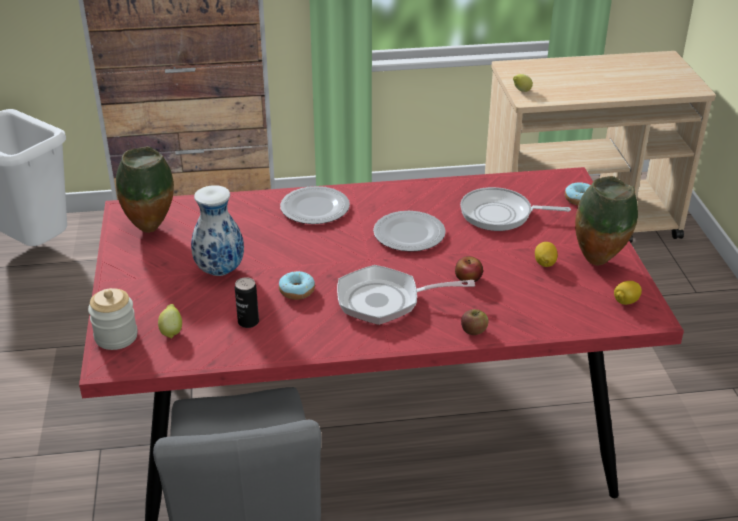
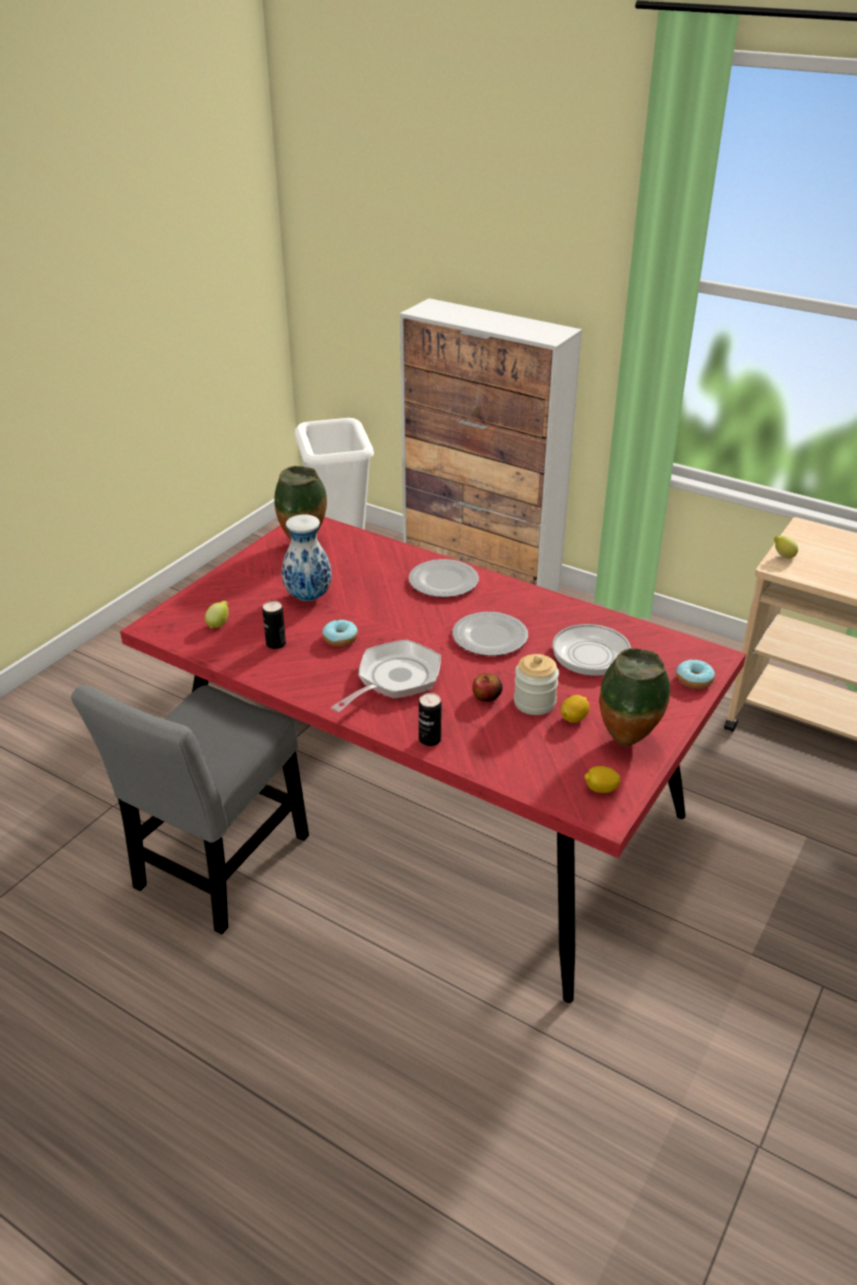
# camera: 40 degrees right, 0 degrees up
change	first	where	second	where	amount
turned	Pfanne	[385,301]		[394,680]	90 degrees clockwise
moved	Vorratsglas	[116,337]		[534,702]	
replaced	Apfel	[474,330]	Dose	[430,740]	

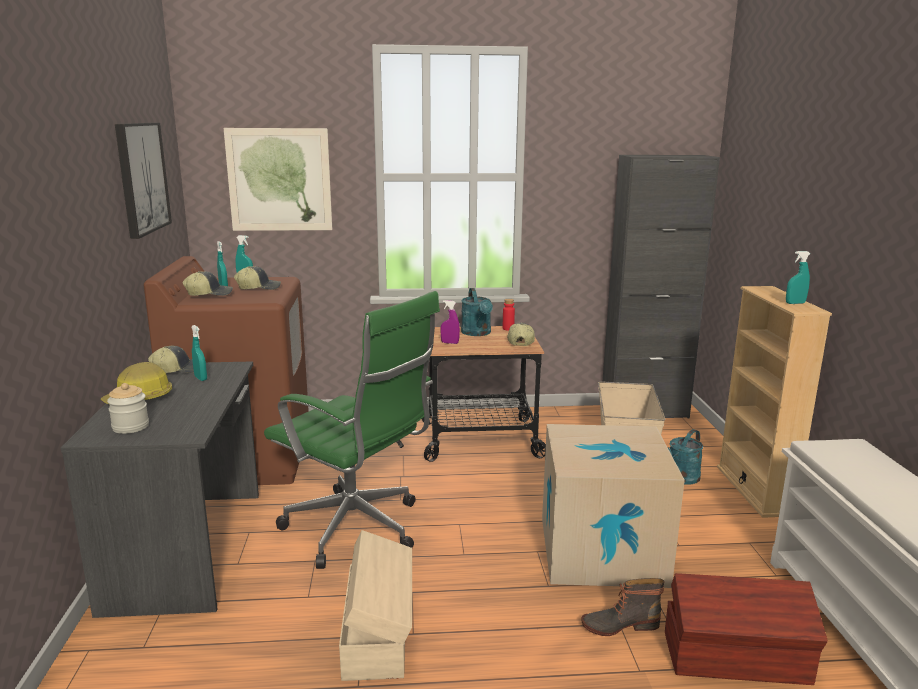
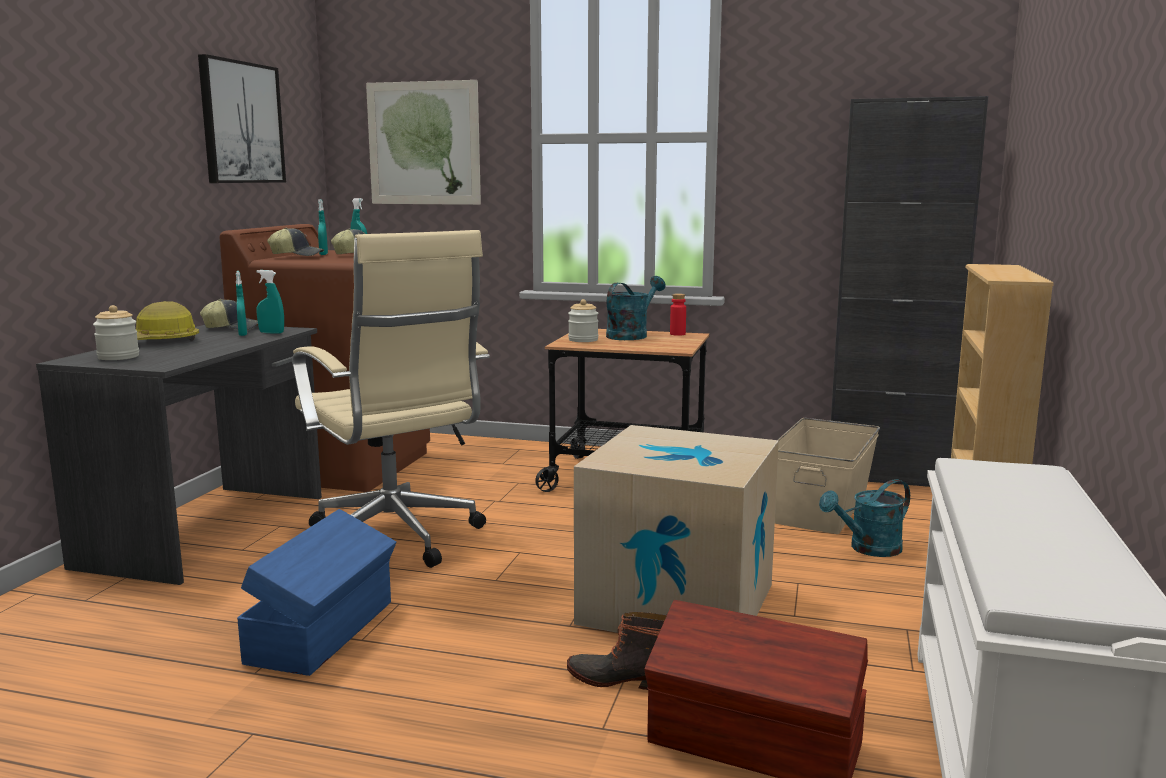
# camera: 20 degrees right, 5 degrees down
change	first	where	second	where	amount
moved	Sprühflasche/türkis	[795,303]		[271,333]	
turned	Gießkanne/türkis	[477,333]		[631,335]	150 degrees counterclockwise
recoloured	Bürostuhl/grün	[358,530]	Bürostuhl/beige	[396,541]	
replaced	Sprühflasche/lila	[450,343]	Vorratsglas	[583,340]	
removed	Kappe	[520,342]			
recoloured	Aufbewahrungsbox/beige	[378,632]	Aufbewahrungsbox/blau	[324,631]	

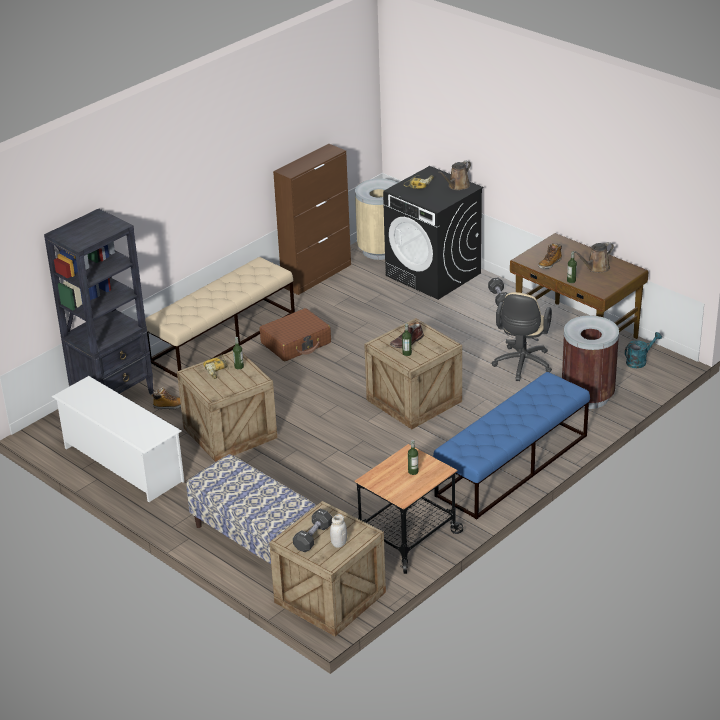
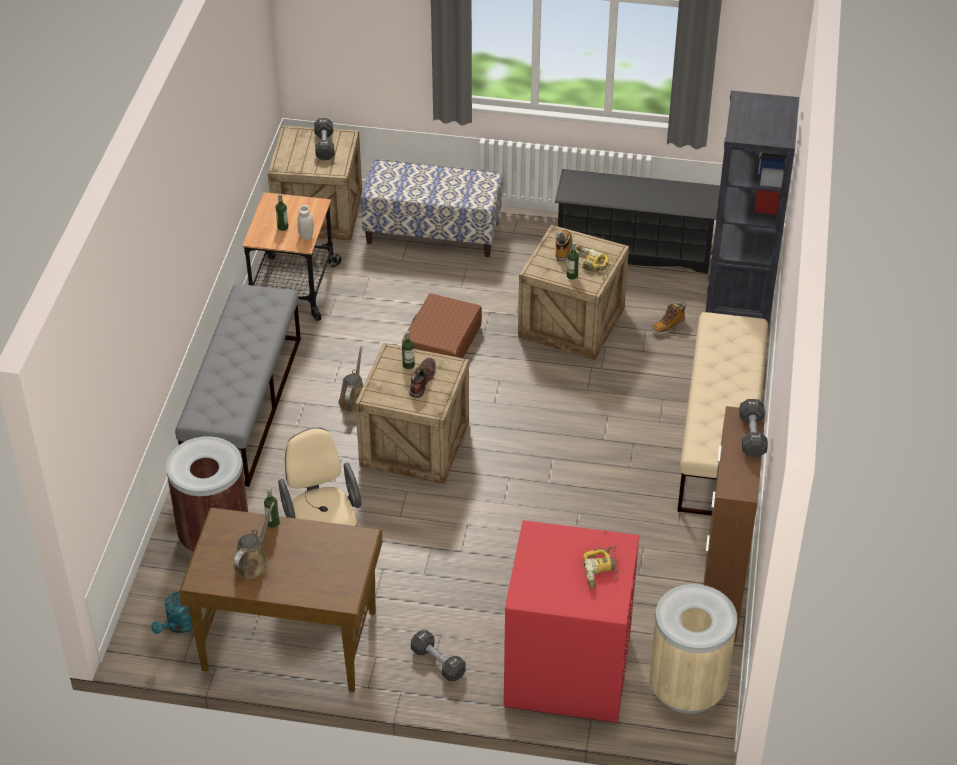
# camera: 145 degrees right, 10 degrees up
change	first	where	second	where	amount
moved	Gießkanne/braun	[457,186]		[354,399]	
recoloured	Waschmaschine/schwarz	[433,274]	Waschmaschine/rot	[566,671]	
moved	Stiefel	[550,264]		[563,249]	
moved	Koffer/braun	[296,343]		[442,342]	
recoloured	Bank/blau	[512,465]	Bank/grau	[244,405]	
recoloured	Schuhregal/weiß	[122,464]	Schuhregal/schwarz	[634,249]	
moved	Vorratsglas/weiß	[339,543]		[306,235]	
added			Hantel/schwarz	[752,436]	

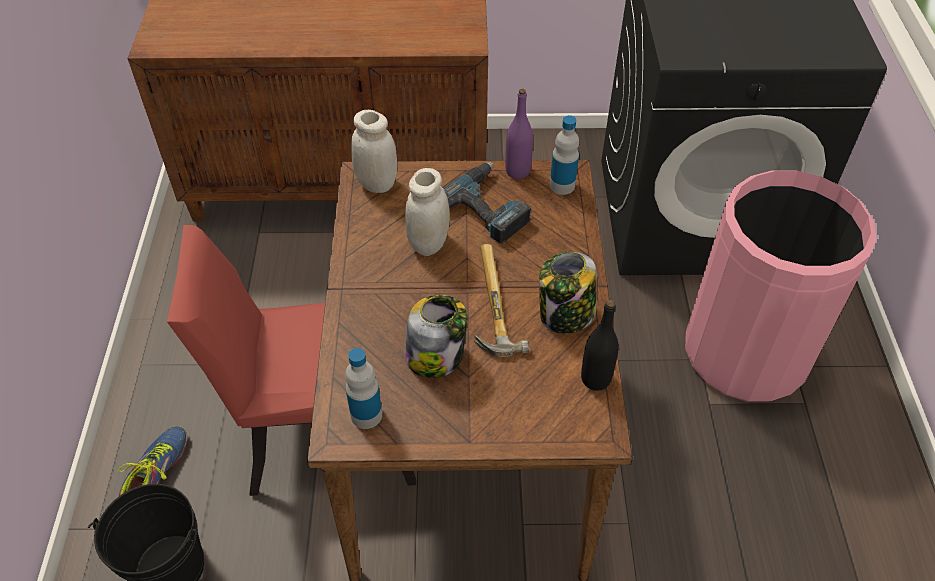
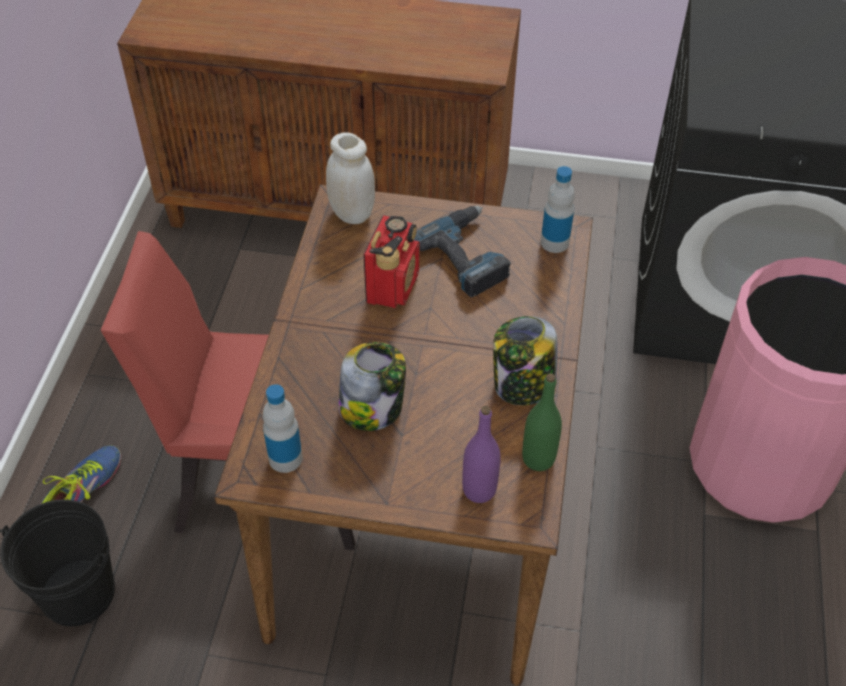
# camera: 10 degrees right, 0 degrees up
change	first	where	second	where	amount
moved	Flasche/lila	[517,171]		[479,490]	
replaced	Vorratsglas/weiß	[428,243]	Radio	[393,286]	
removed	Hammer	[488,305]			
recoloured	Flasche/schwarz	[595,379]	Flasche/grün	[538,458]	

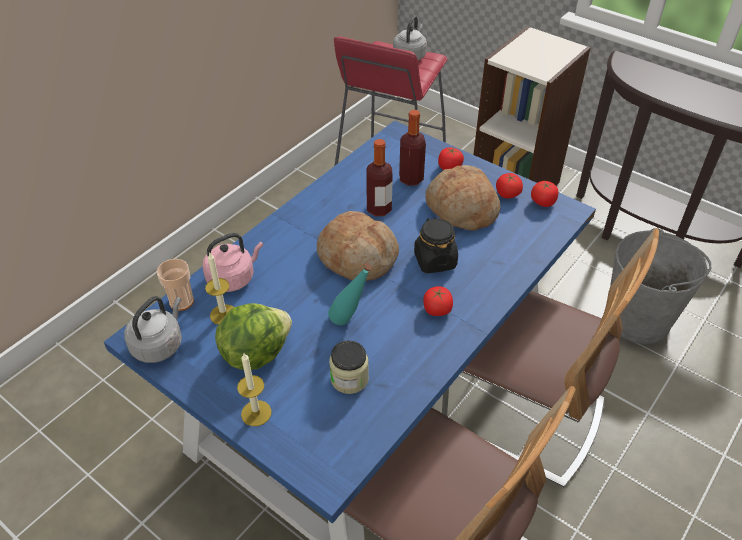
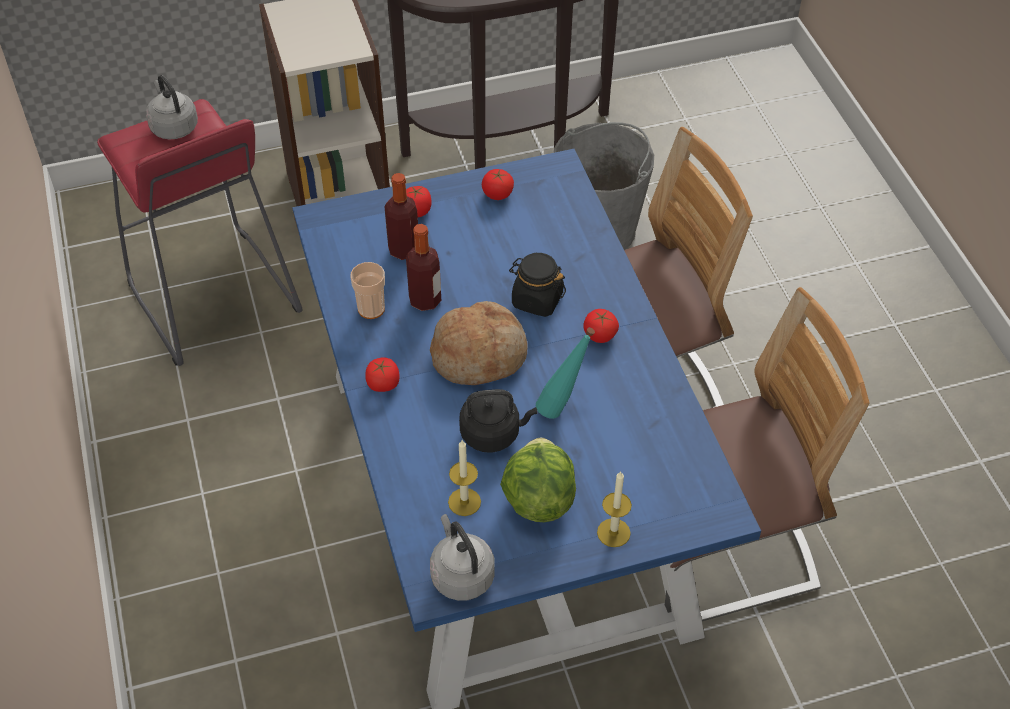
# camera: 55 degrees left, 5 degrees up
change	first	where	second	where	amount
removed	Brot	[461,209]			
moved	Tomate	[543,202]		[383,384]	
removed	Wasserkessel/rosa	[233,278]			
moved	Tasse	[181,301]		[371,309]	
removed	Vorratsglas	[349,379]			
added			Wasserkessel/schwarz	[493,433]	

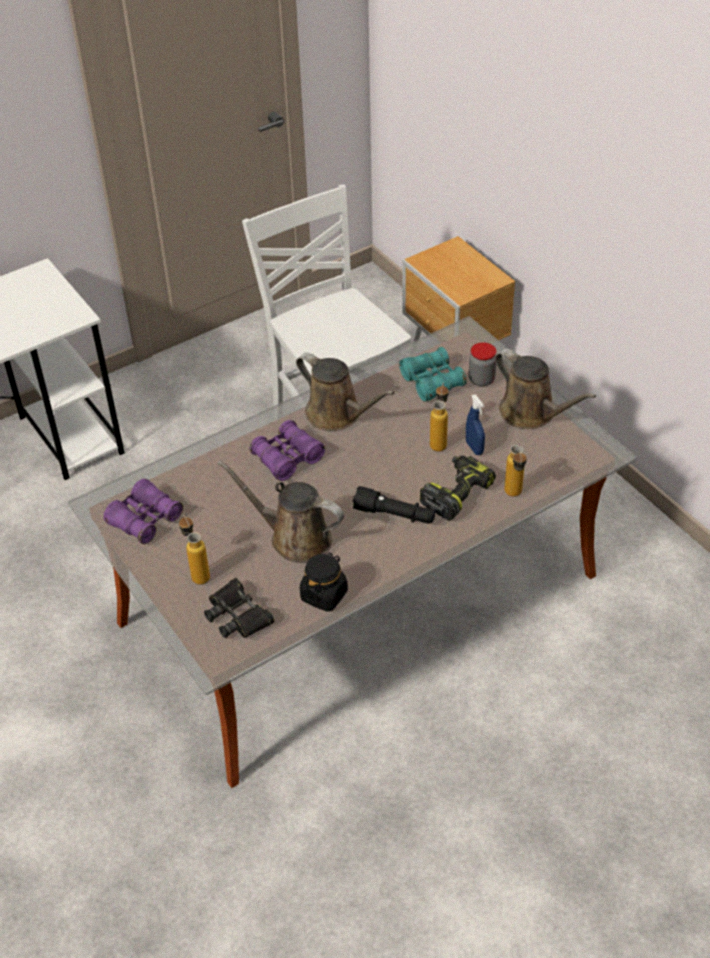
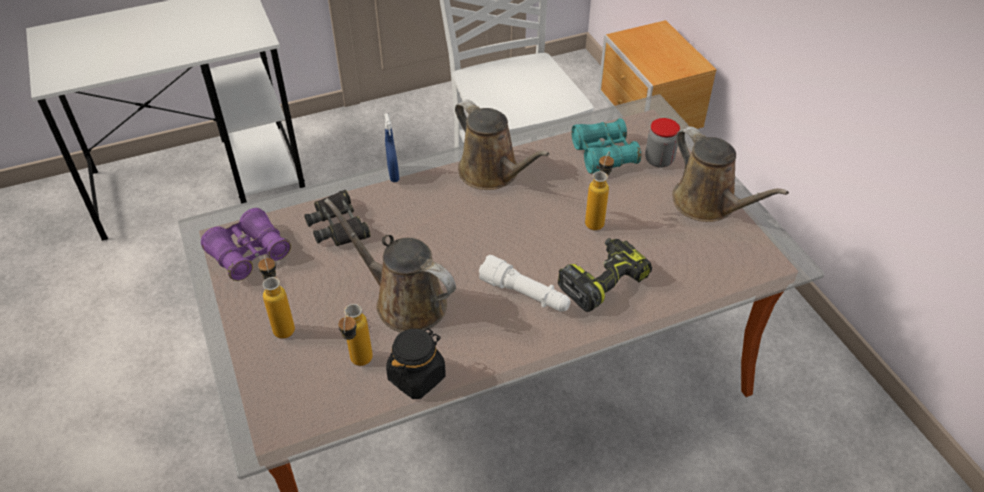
# camera: 10 degrees right, 0 degrees up
change	first	where	second	where	amount
moved	Sprühflasche/blau	[474,448]		[393,174]	
removed	Fernglas/lila	[287,458]			
moved	Flasche	[514,496]		[359,365]	
recoloured	Taschenlampe/schwarz	[394,515]	Taschenlampe/weiß	[525,294]	
moved	Fernglas/schwarz	[238,615]		[338,225]	

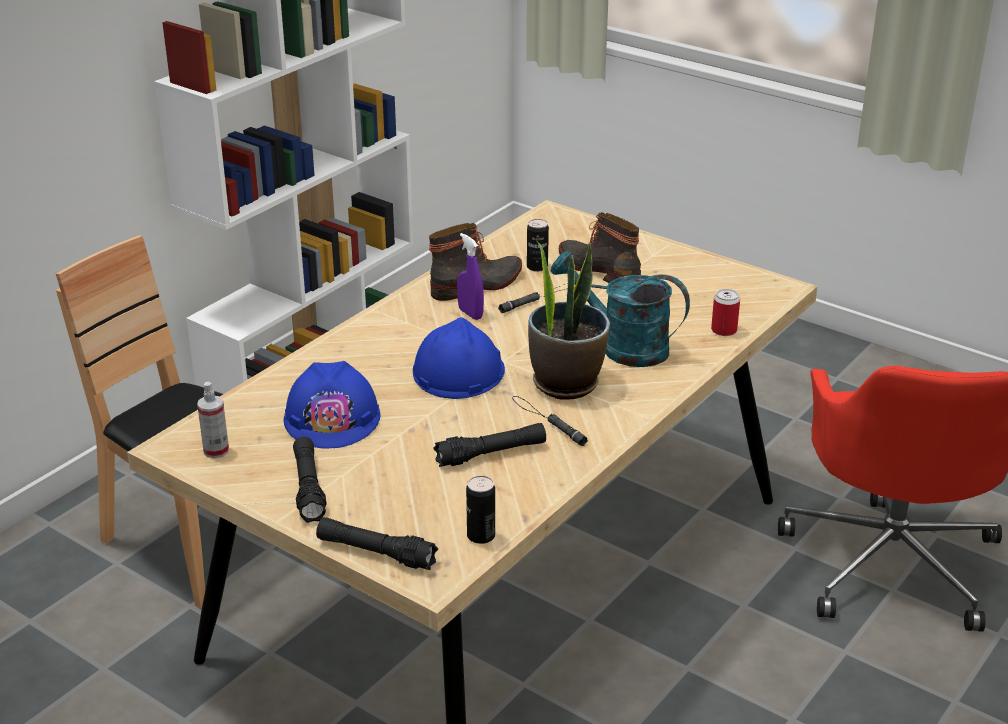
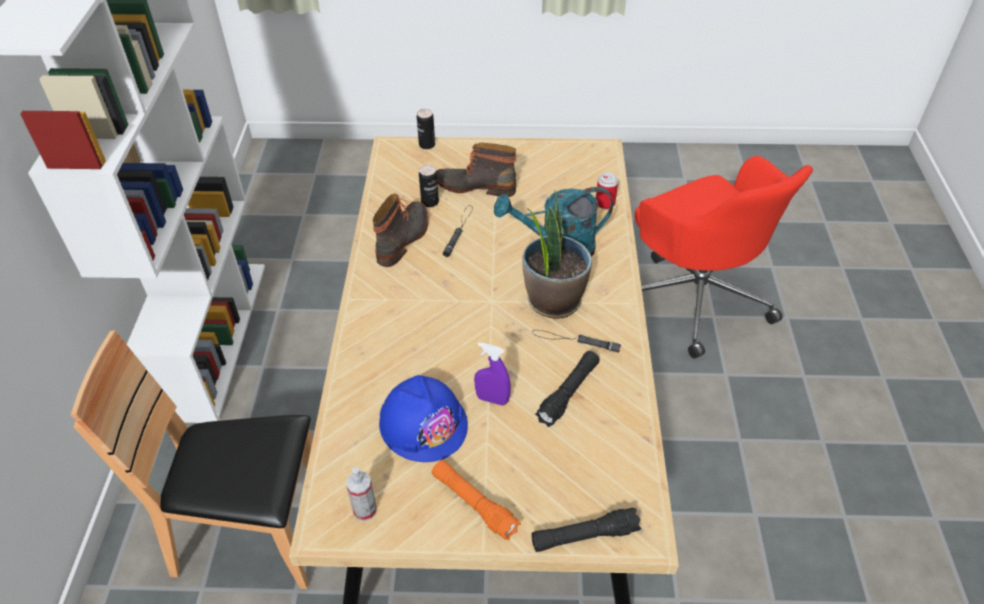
# camera: 35 degrees left, 15 degrees up
change	first	where	second	where	amount
moved	Sprühflasche/lila	[470,313]		[492,399]	
removed	Schutzhelm/blau	[458,372]			
recoloured	Taschenlampe/schwarz	[308,488]	Taschenlampe/orange	[474,504]	
moved	Dose	[481,536]		[427,145]	

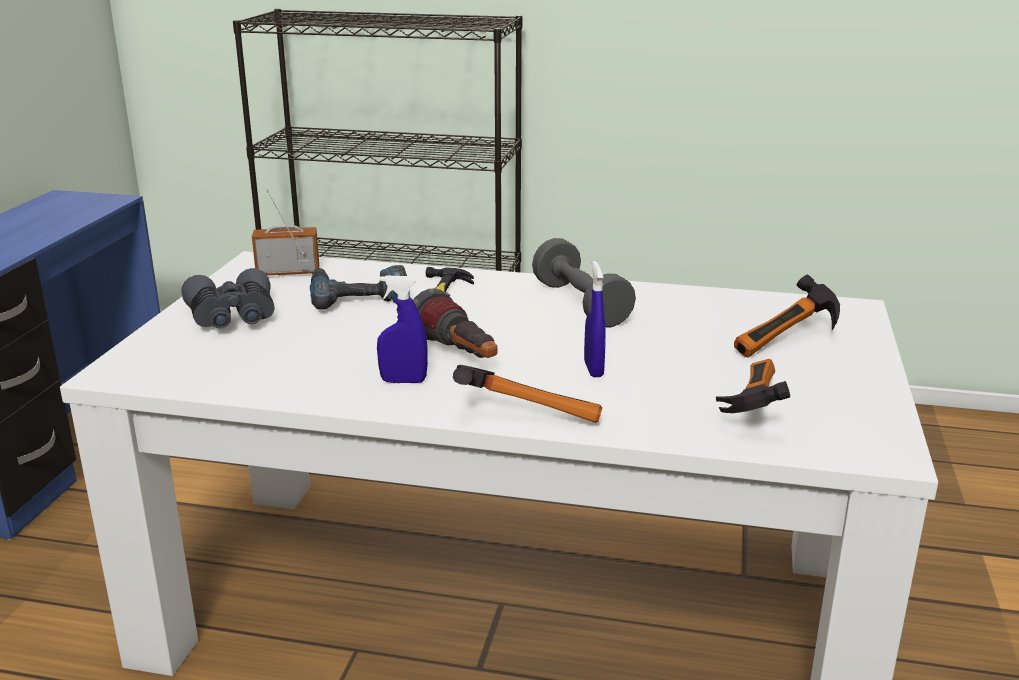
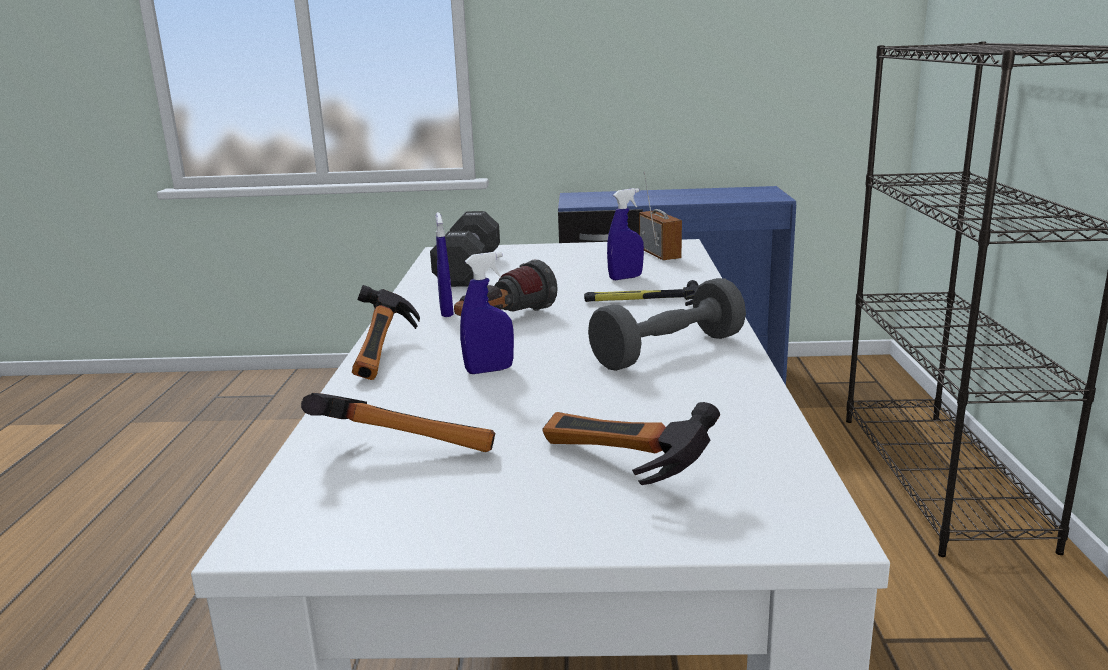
# camera: 80 degrees right, 5 degrees down
change	first	where	second	where	amount
replaced	Bohrmaschine	[358,295]	Sprühflasche/blau	[625,278]	
removed	Fernglas/grau	[232,317]			
added			Hantel/schwarz	[469,270]	

